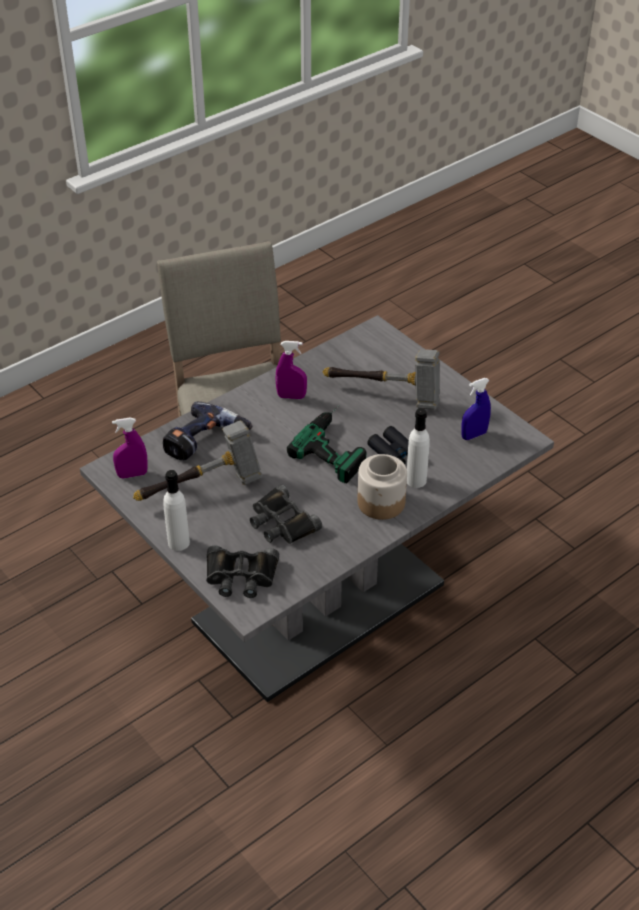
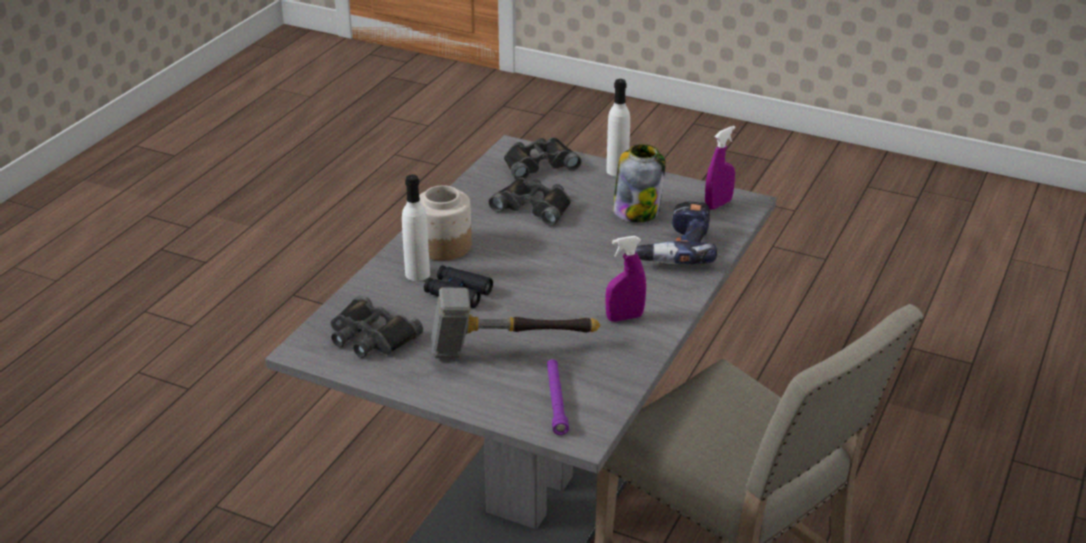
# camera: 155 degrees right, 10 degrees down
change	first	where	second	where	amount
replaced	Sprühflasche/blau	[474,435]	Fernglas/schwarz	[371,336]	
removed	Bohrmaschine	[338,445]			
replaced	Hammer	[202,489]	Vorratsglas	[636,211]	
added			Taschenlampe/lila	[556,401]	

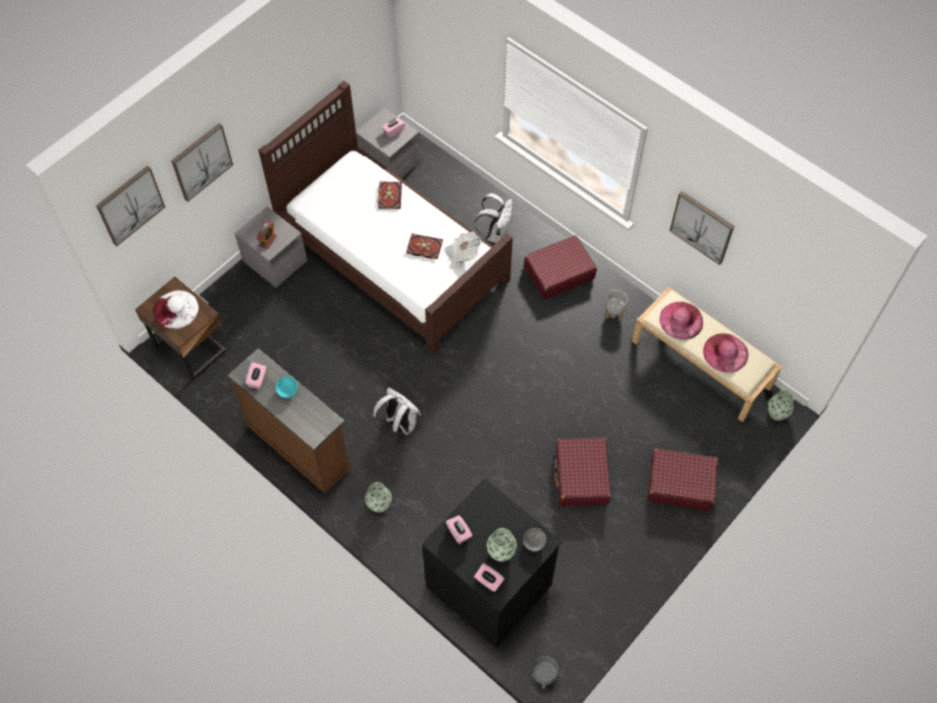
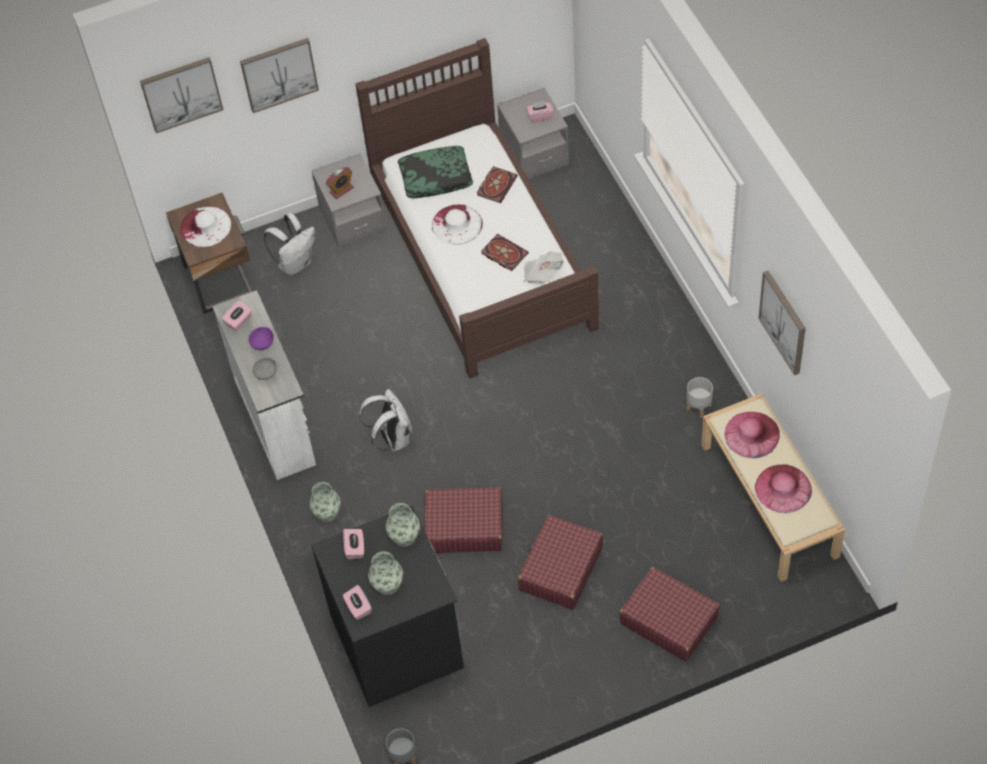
# camera: 30 degrees right, 5 degrees down
change	first	where	second	where	amount
moved	Rucksack/weiß	[495,233]		[295,263]	
moved	Koffer/rot	[559,273]		[464,526]	
recoloured	Kommode/braun	[299,446]	Kommode/weiß	[276,421]	
recoloured	Schüssel/türkis	[288,390]	Schüssel/lila	[263,343]	
moved	Vase	[777,412]		[404,536]	
moved	Schüssel/grau	[533,542]		[265,373]	
added			Kissen	[435,178]	
added			Hut/weiß	[457,224]	

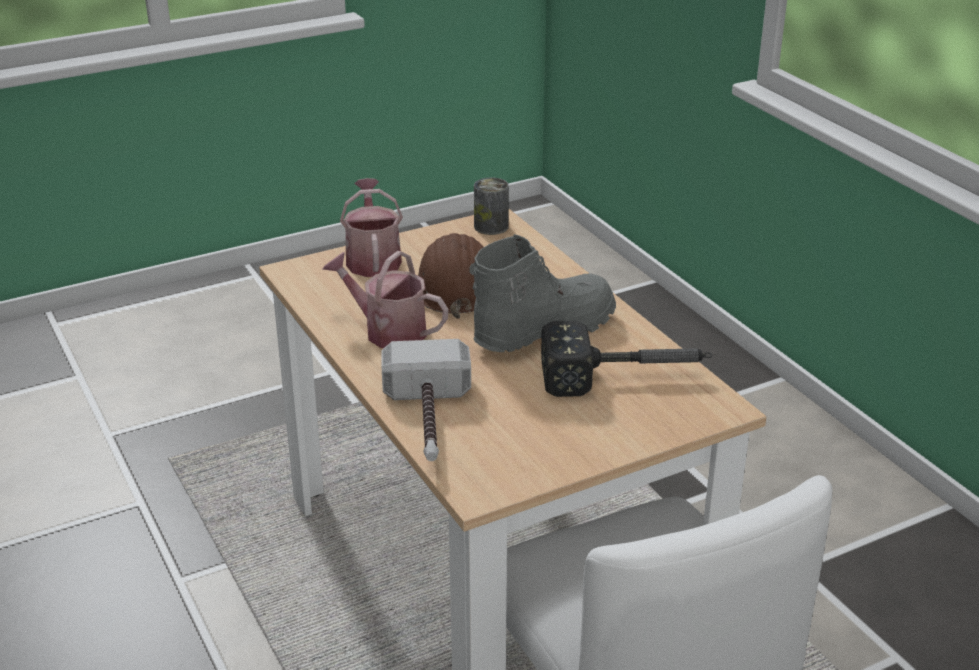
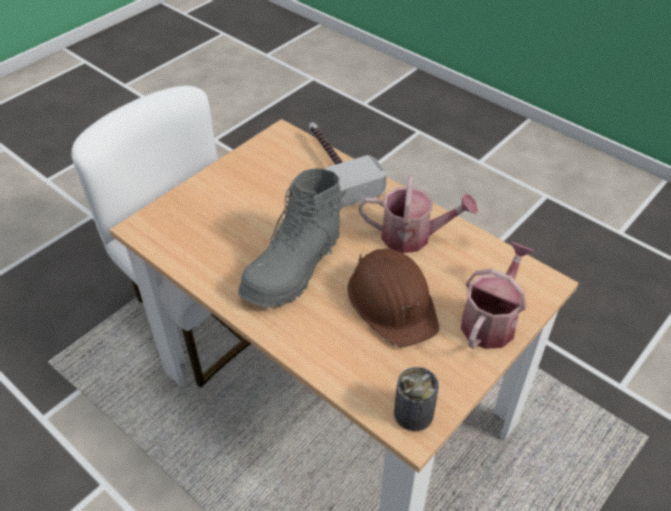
# camera: 160 degrees right, 15 degrees up
change	first	where	second	where	amount
turned	Gießkanne	[373,259]		[491,320]	120 degrees counterclockwise
removed	Hammer	[626,375]			

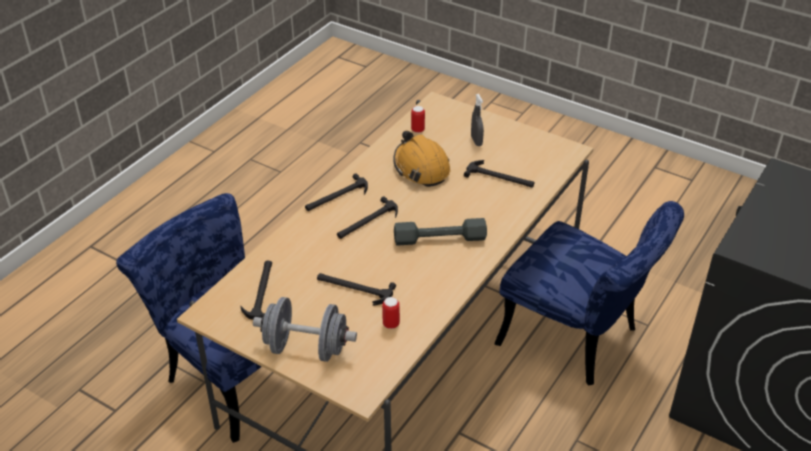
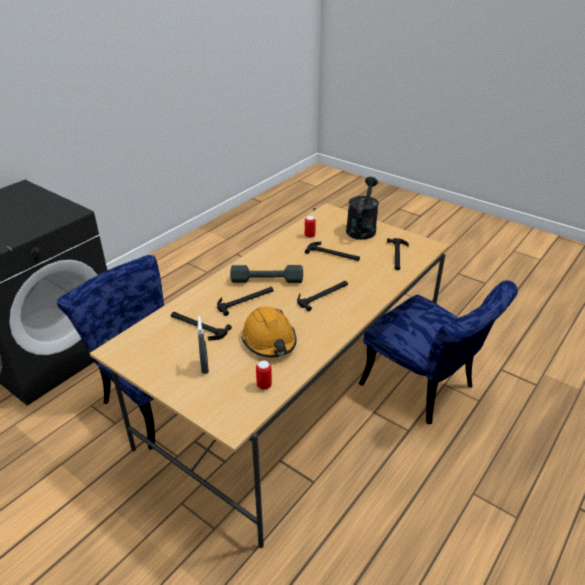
# camera: 175 degrees left, 5 degrees down
change	first	where	second	where	amount
moved	Hammer	[336,197]		[245,300]	
replaced	Hantel/grau	[306,348]	Gießkanne/schwarz	[361,228]	

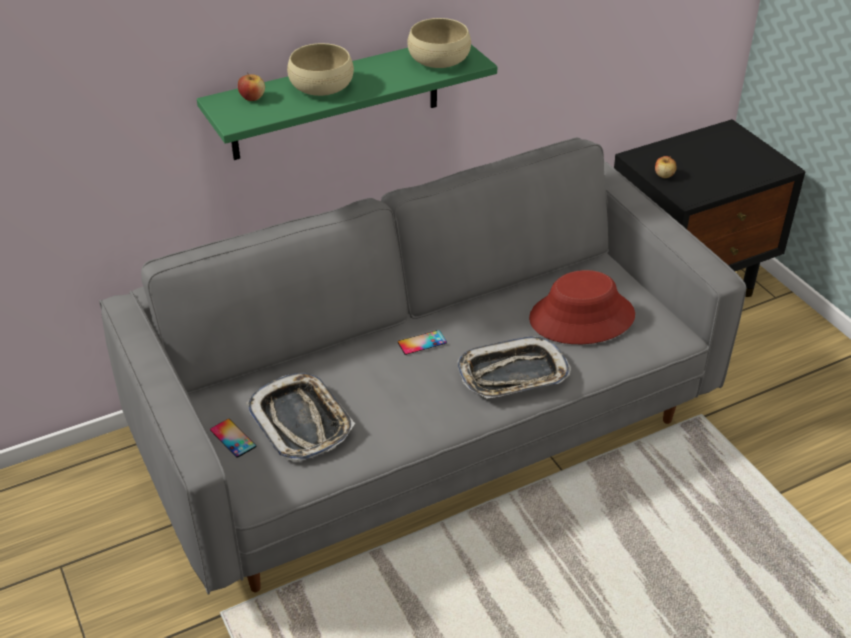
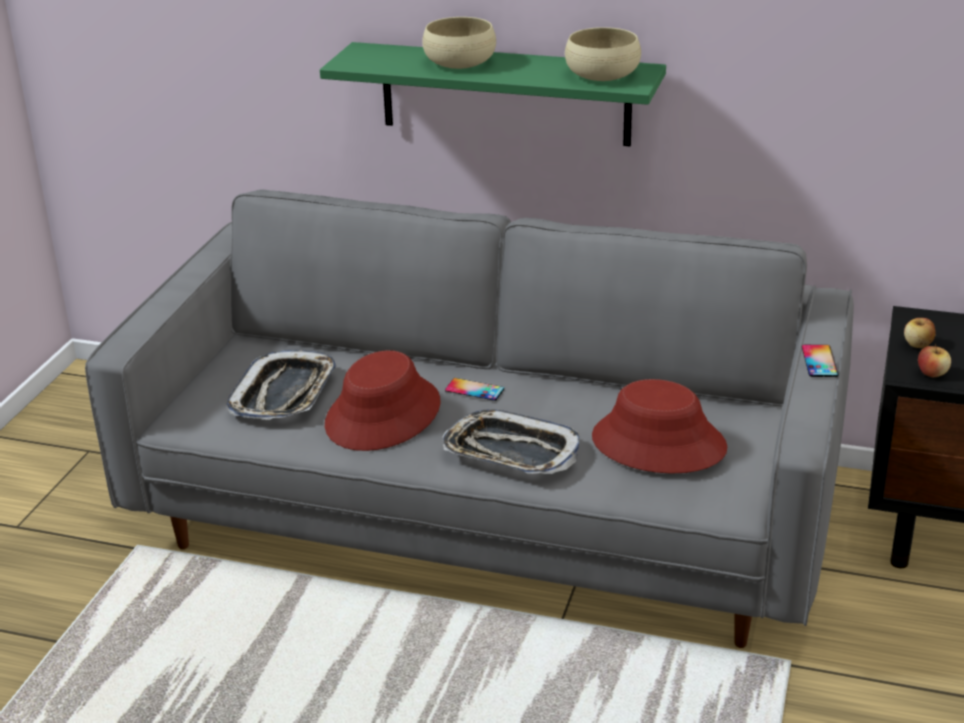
# camera: 45 degrees right, 10 degrees down
change	first	where	second	where	amount
moved	Apfel	[252,98]		[932,373]	
moved	Handy	[233,438]		[819,361]	
added			Hut/rot	[383,415]	

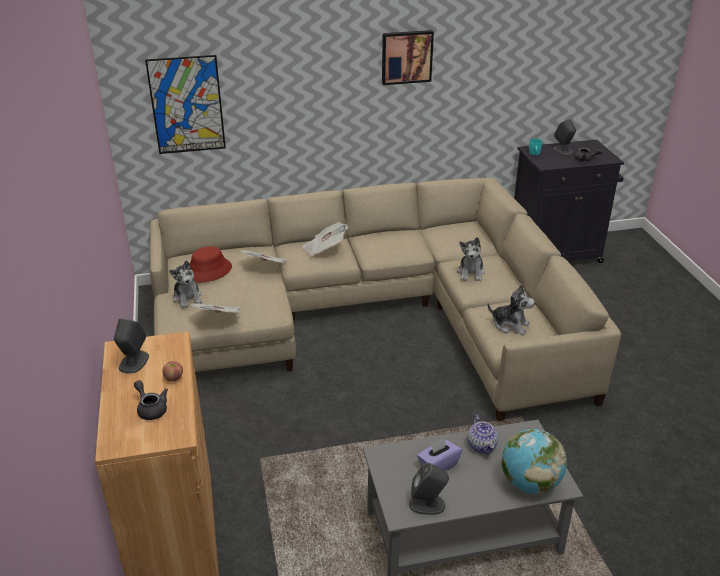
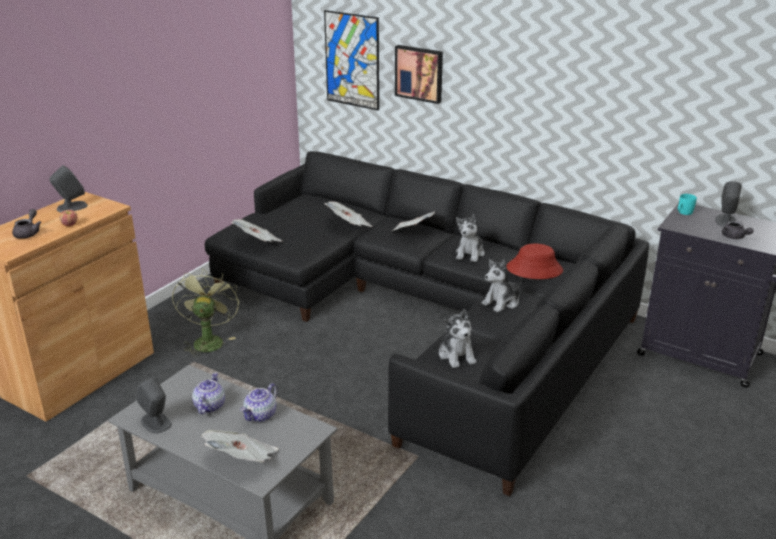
# camera: 45 degrees right, 5 degrees down
change	first	where	second	where	amount
moved	Bild	[406,56]		[419,73]	
recoloured	Sofa/beige	[372,316]	Sofa/schwarz	[428,317]	
moved	Hut/rot	[207,271]		[534,269]	
moved	Plüschtier	[188,298]		[470,254]	
replaced	Globus	[530,483]	Zeitung	[243,460]	
replaced	Taschentuchbox/lila	[438,465]	Teekanne	[209,406]	
added			Ventilator/grün	[208,340]	

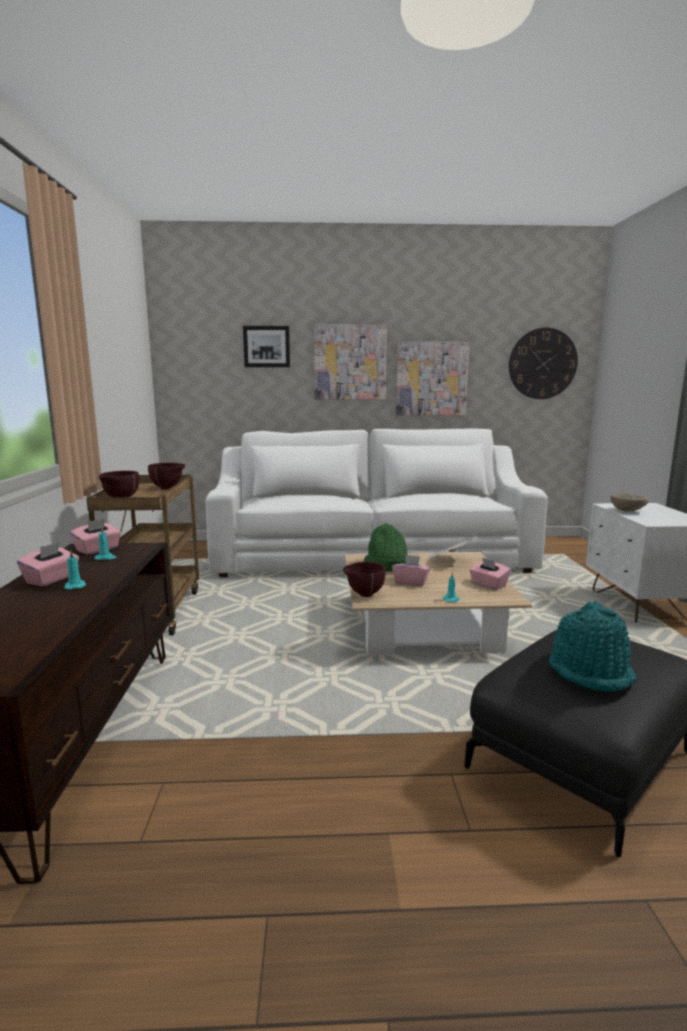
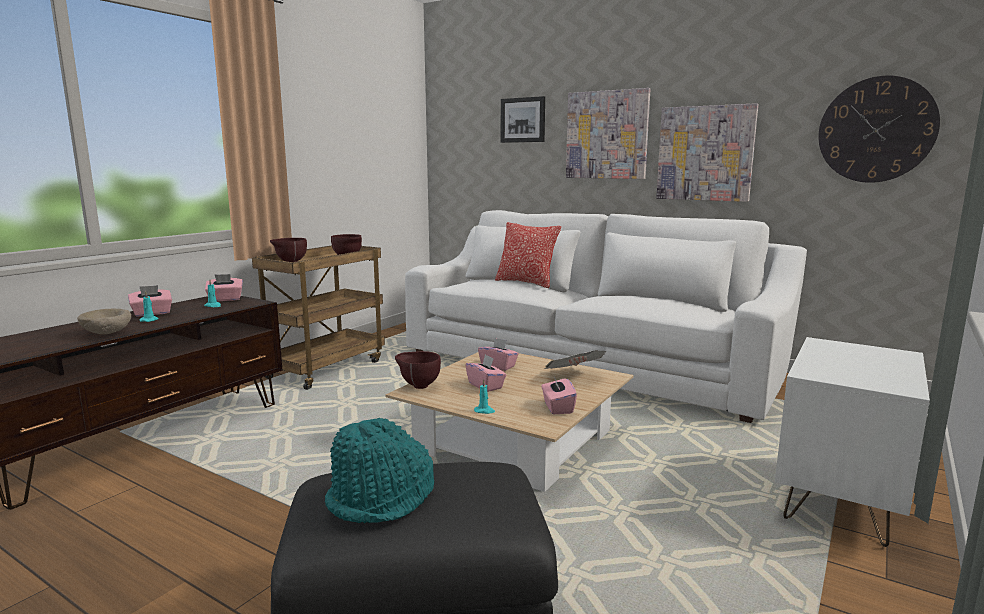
# camera: 35 degrees right, 0 degrees up
change	first	where	second	where	amount
moved	Schüssel/beige	[628,511]		[106,334]	
replaced	Hut/grün	[386,566]	Taschentuchbox/rosa	[498,366]	
added			Kissen	[526,283]	

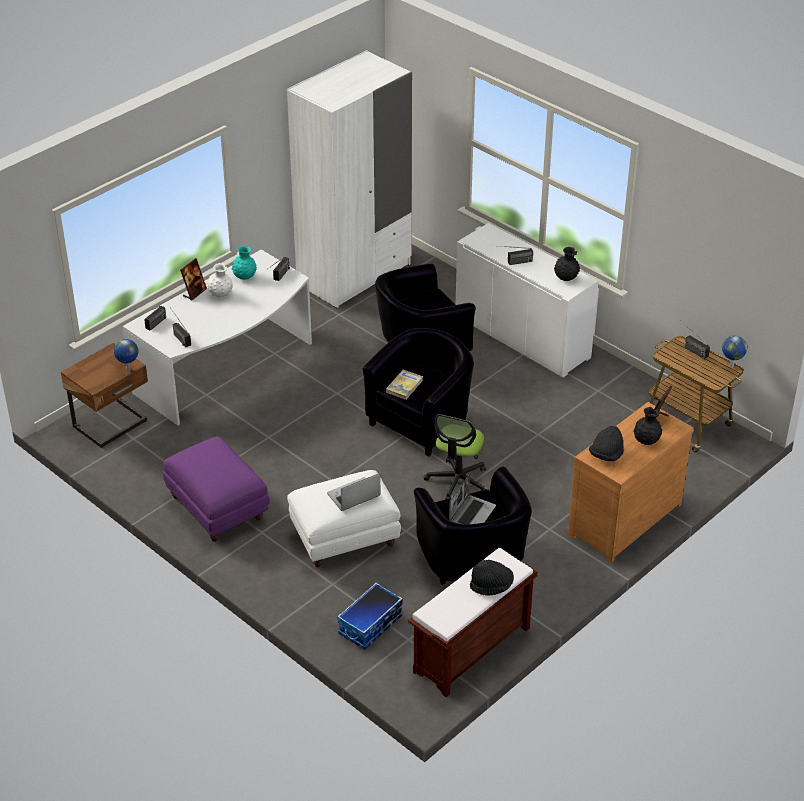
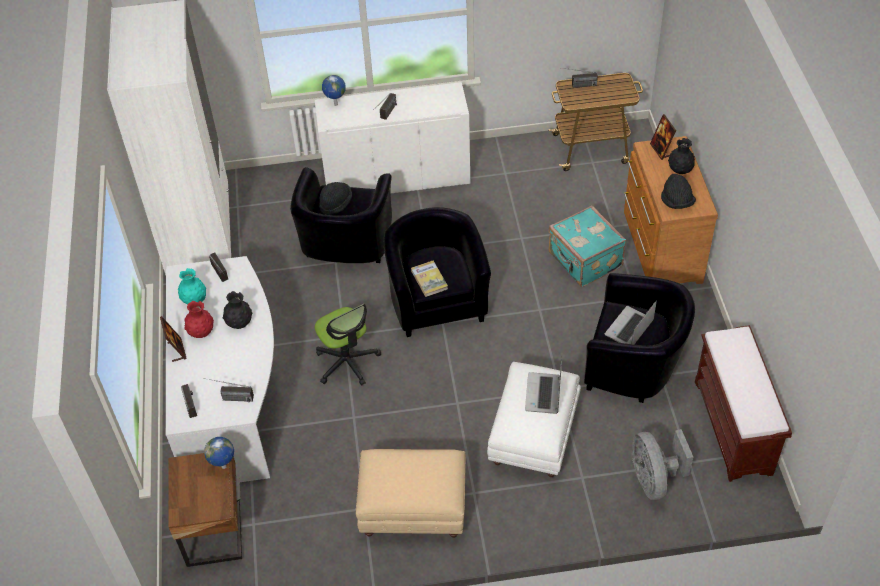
# camera: 50 degrees left, 10 degrees up
change	first	where	second	where	amount
moved	Vase/schwarz	[566,278]		[239,323]	
recoloured	Vase/weiß	[220,294]	Vase/rot	[201,332]	
moved	Globus	[731,366]		[335,104]	
moved	Bürostuhl	[457,481]		[347,362]	
recoloured	Polsterhocker/lila	[218,509]	Polsterhocker/beige	[414,509]	
turned	Laptop	[472,514]		[629,329]	120 degrees counterclockwise
moved	Hut/schwarz	[491,586]		[336,204]	
replaced	Aufbewahrungsbox	[370,626]	Ventilator/grau	[653,479]	
added			Koffer/türkis	[584,261]	

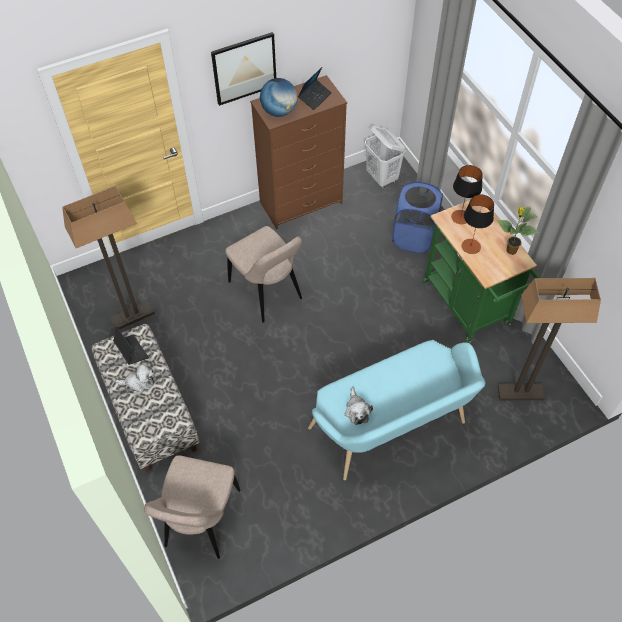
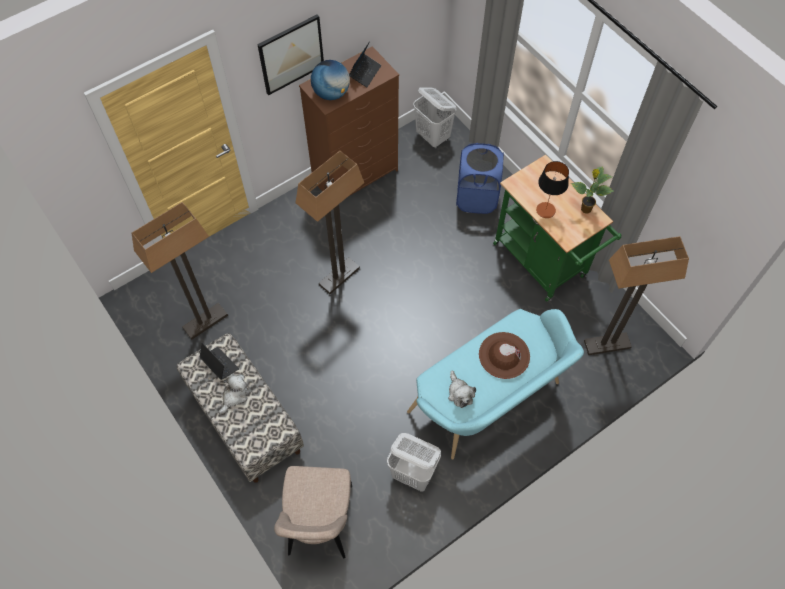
# camera: 10 degrees left, 5 degrees up
change	first	where	second	where	amount
removed	Tischlampe	[460,217]			
replaced	Stuhl/beige	[267,292]	Stehlampe	[339,277]	
turned	Plüschtier	[139,382]		[234,395]	45 degrees counterclockwise
added			Hut/braun	[504,355]	
added			Wäschekorb/weiß	[413,474]	

